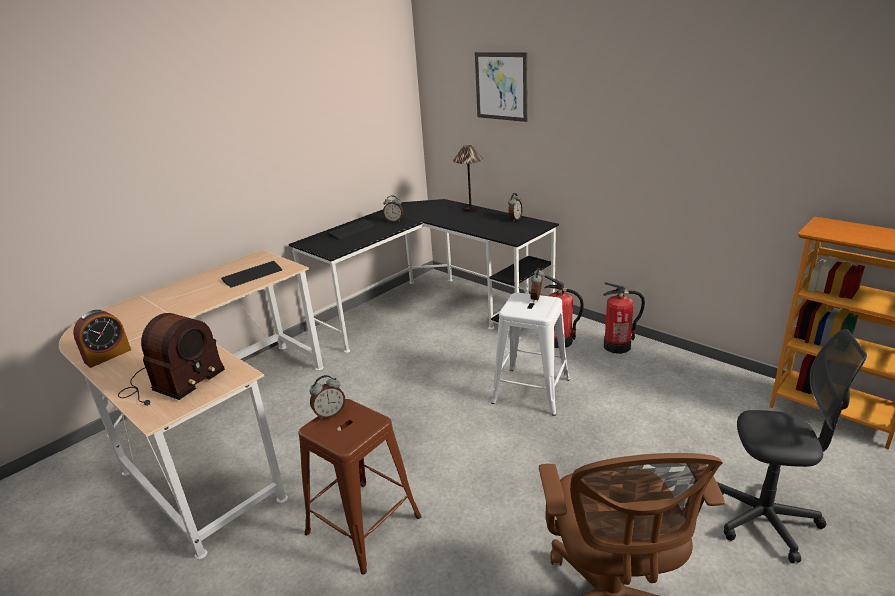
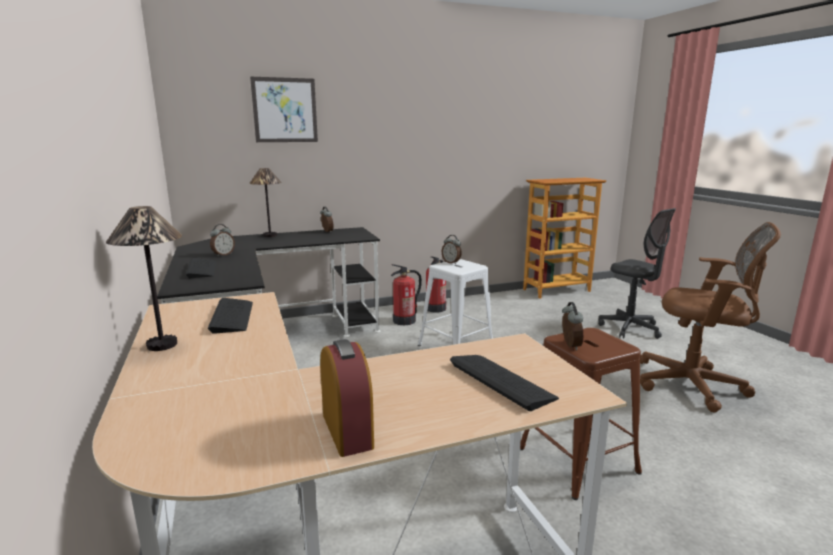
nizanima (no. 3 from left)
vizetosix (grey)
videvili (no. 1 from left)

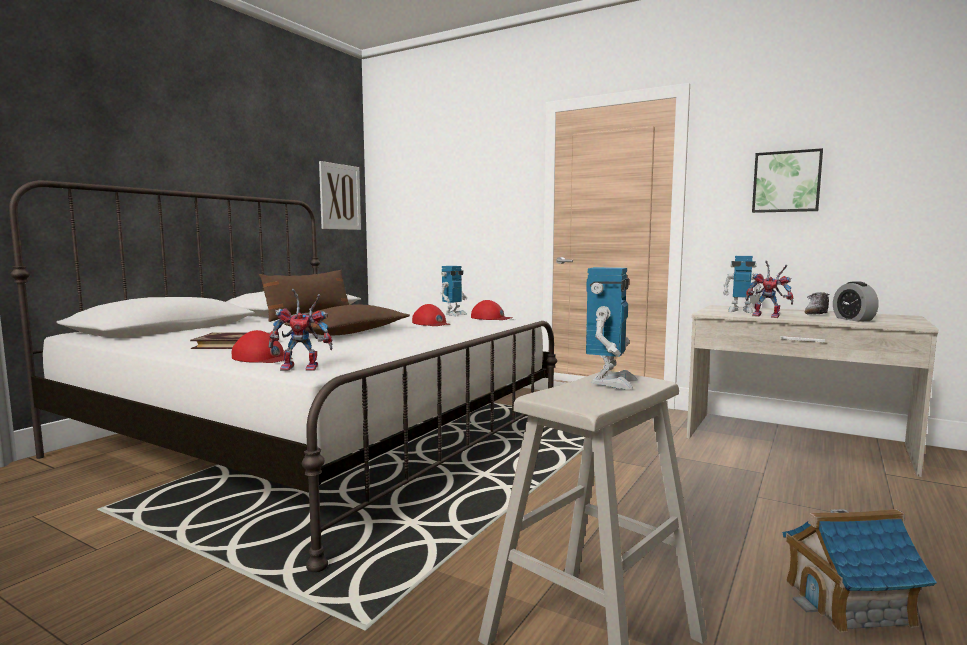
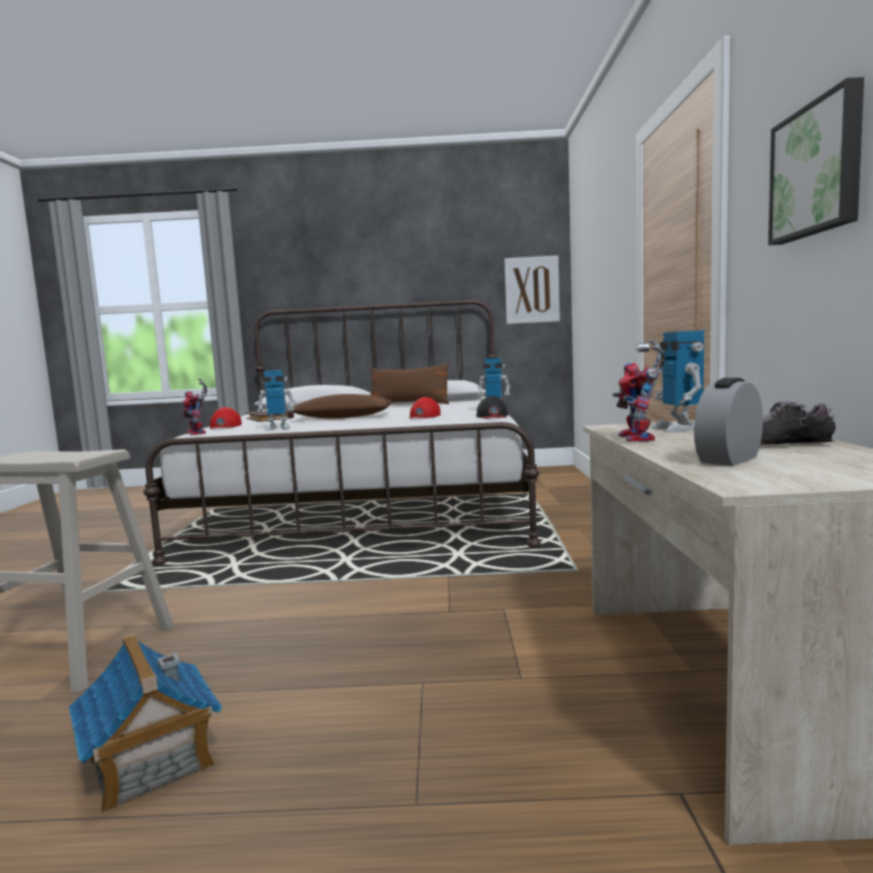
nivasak (no. 2 from left)
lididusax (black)

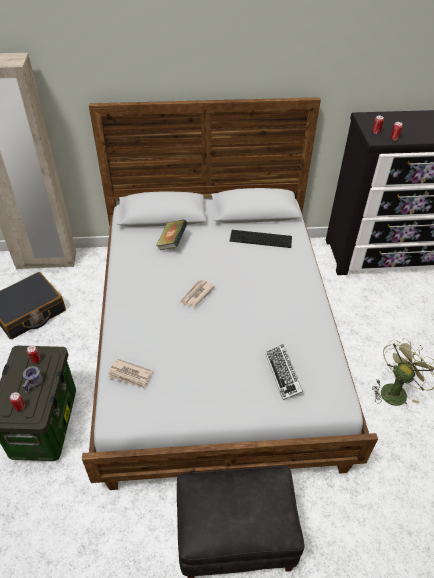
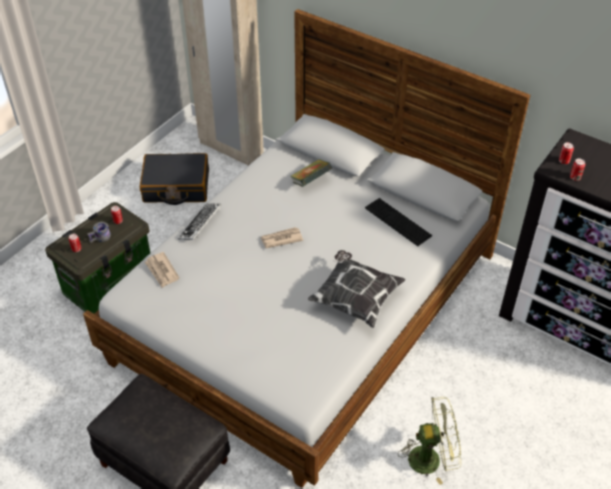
nizanima (no. 1 from left)
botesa

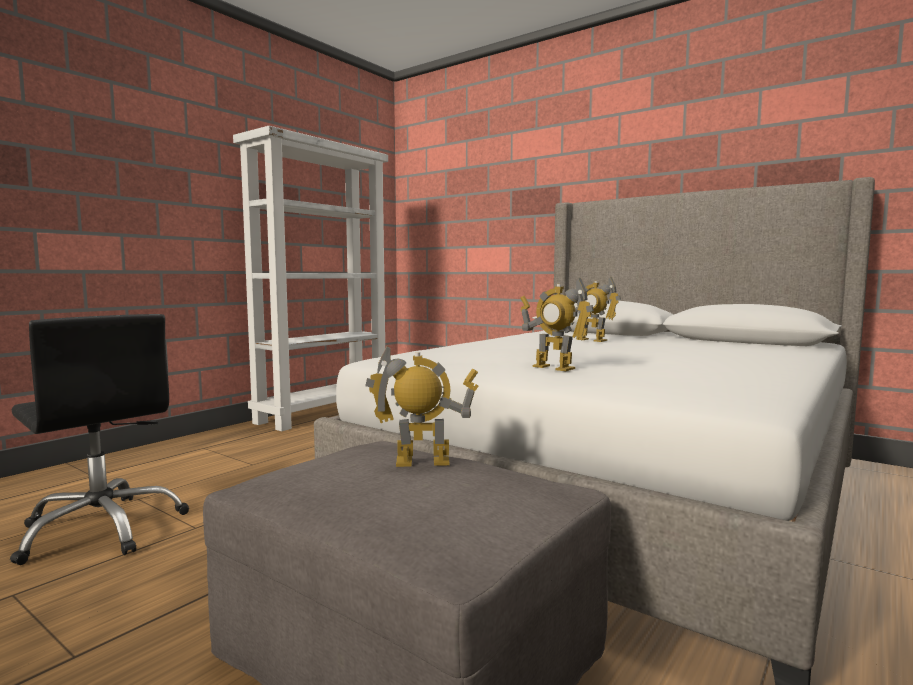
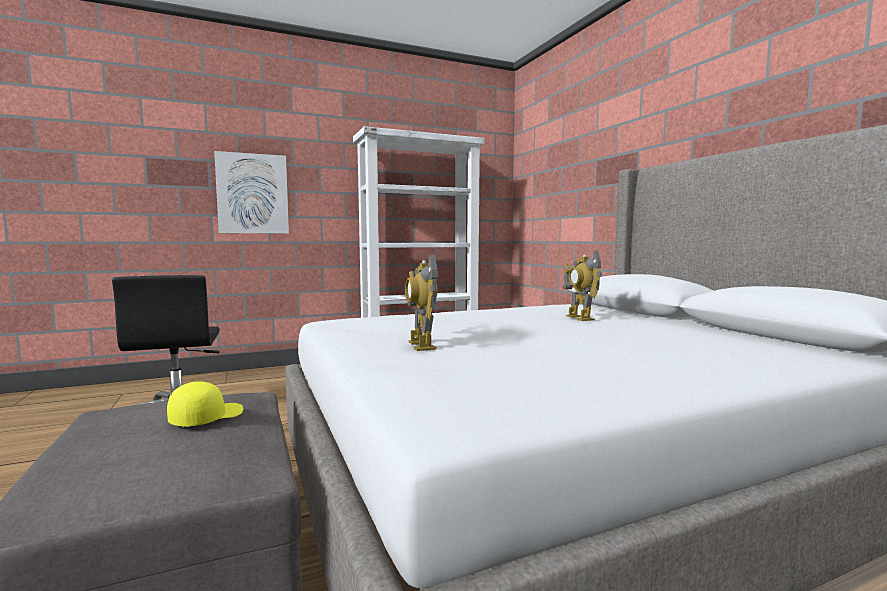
lididusax (yellow)
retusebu

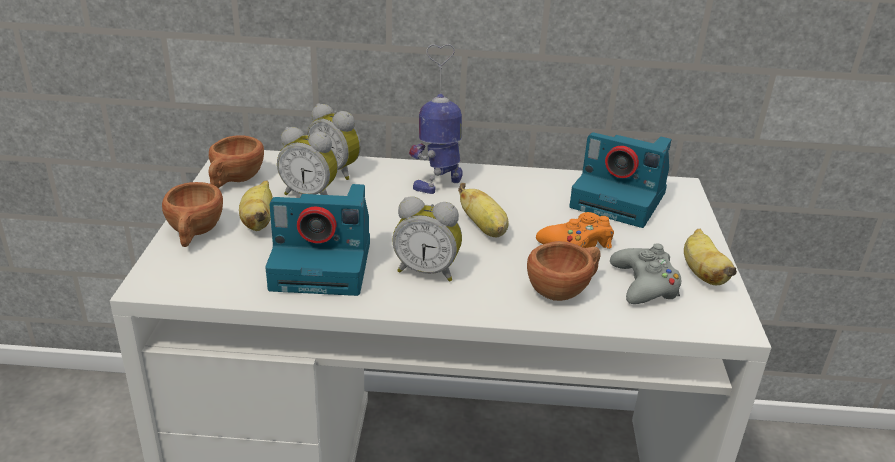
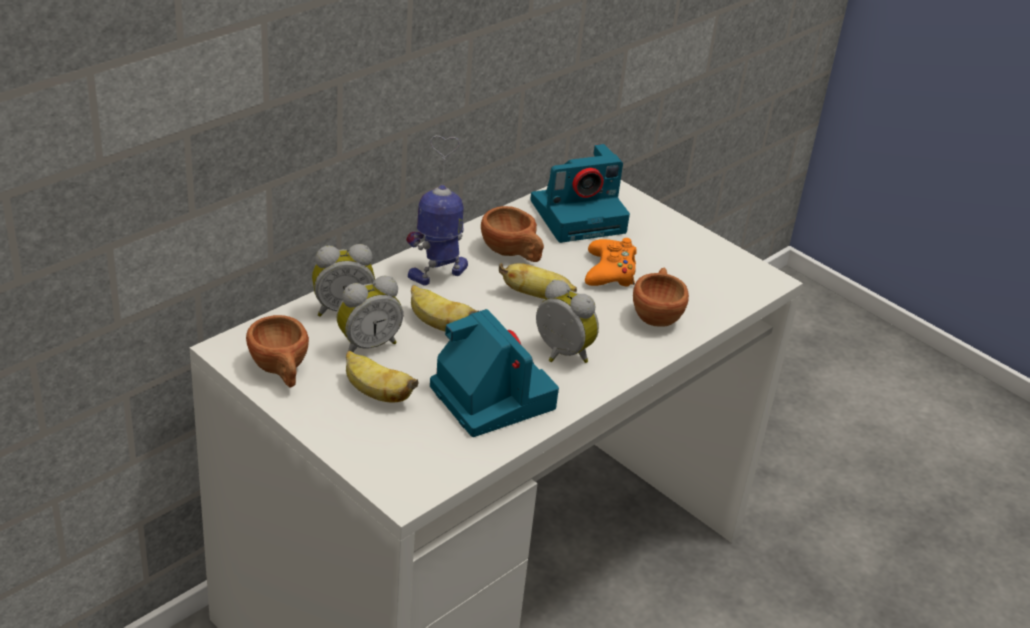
nivasak
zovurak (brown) (no. 2 from left)
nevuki (no. 1 from left)
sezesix (no. 3 from left)
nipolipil (no. 2 from left)
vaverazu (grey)

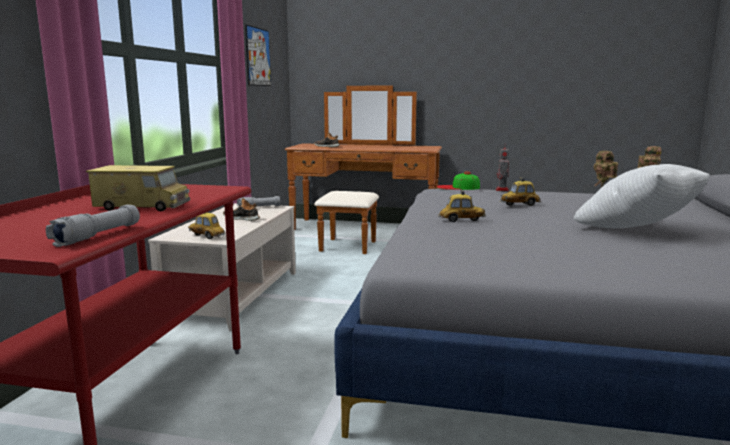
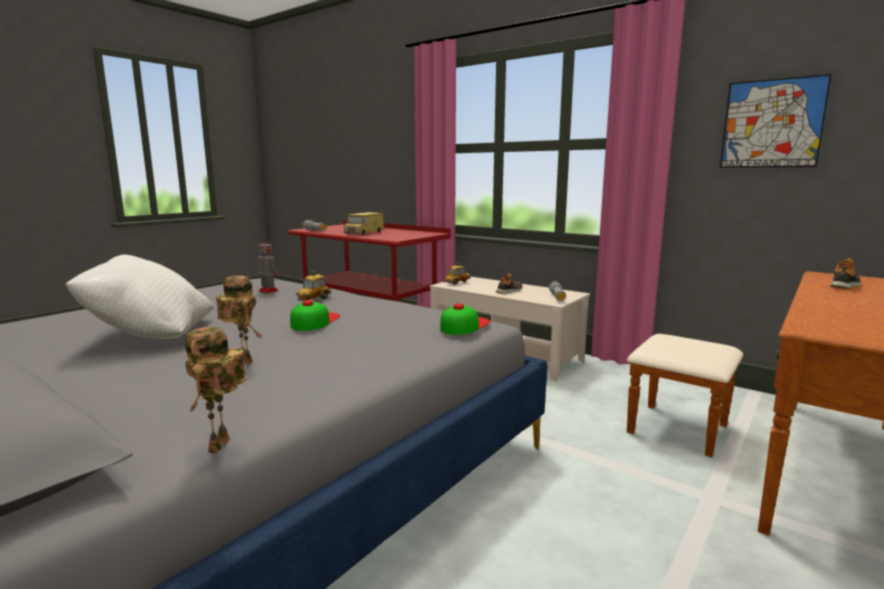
nivasak (no. 3 from left)
lididusax (no. 1 from left)

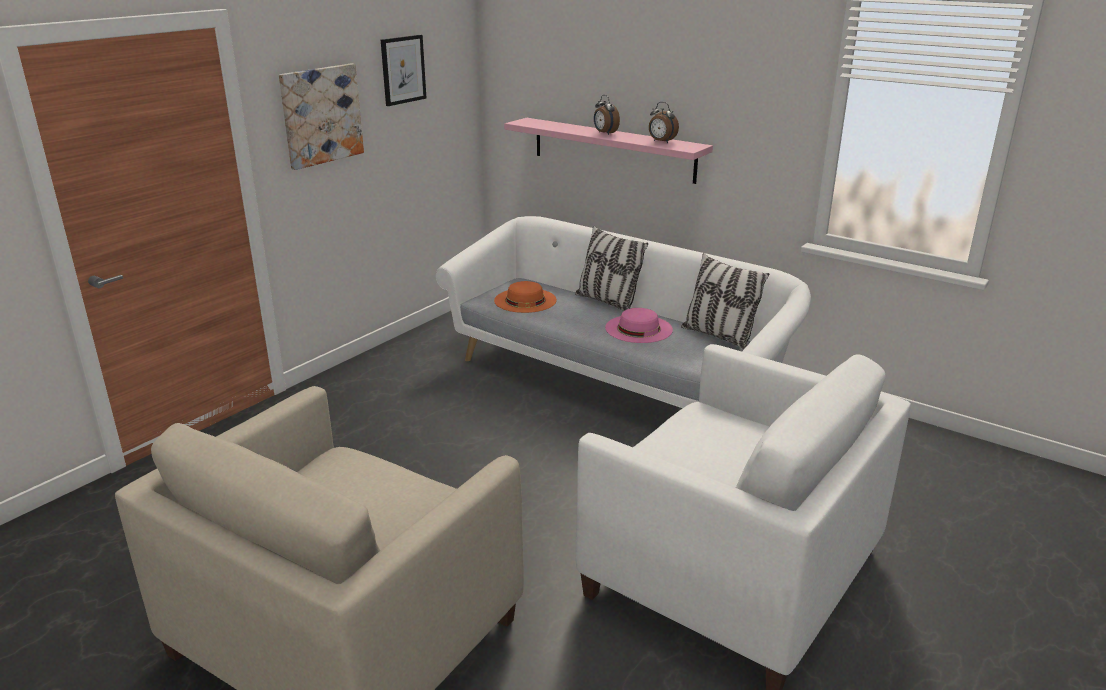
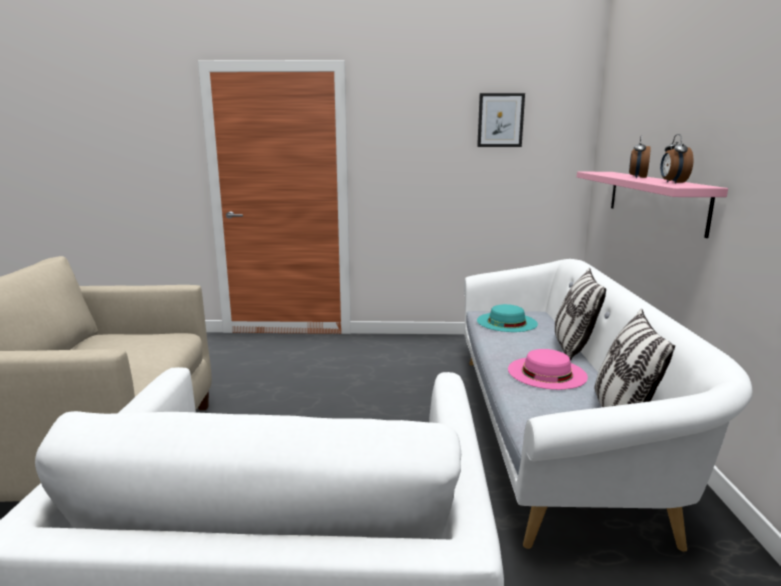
retusebu (no. 1 from left in the first image)
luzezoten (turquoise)

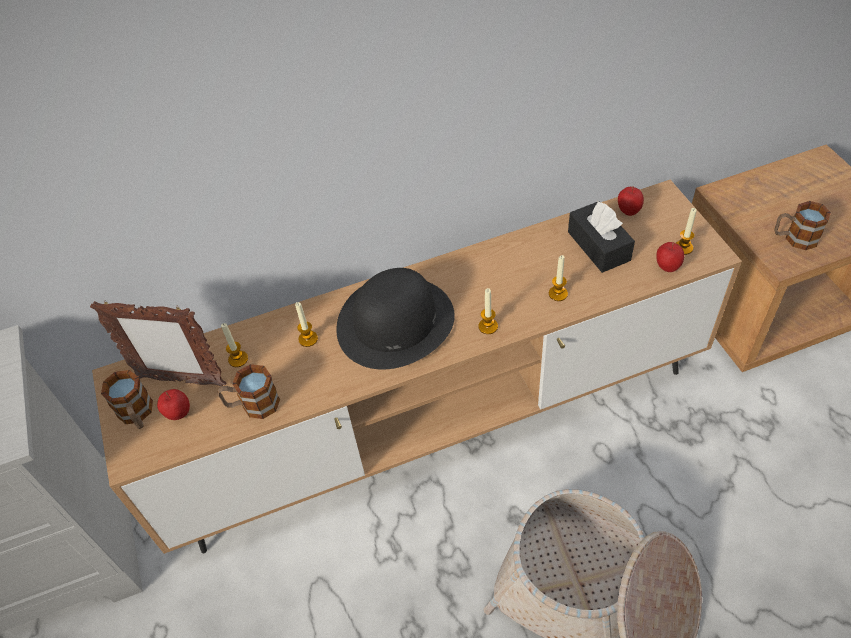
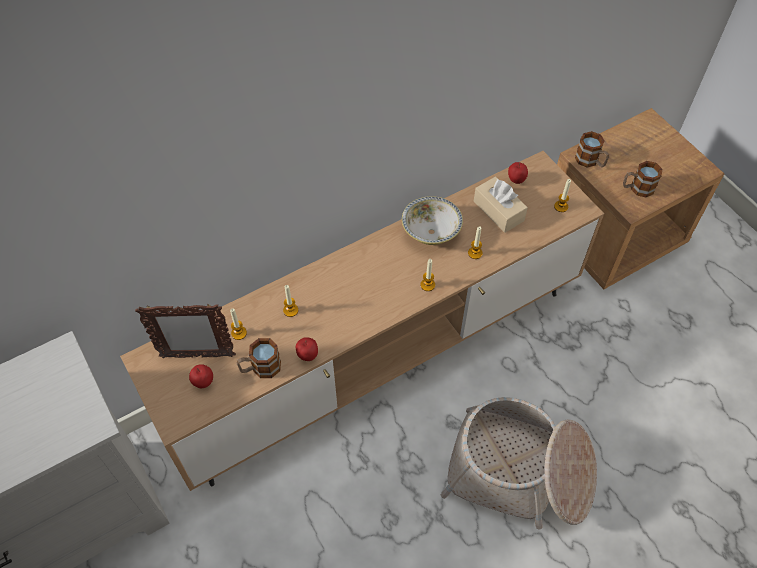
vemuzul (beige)
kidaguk (no. 2 from left)
luzezoten (black)
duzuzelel (no. 2 from left)
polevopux

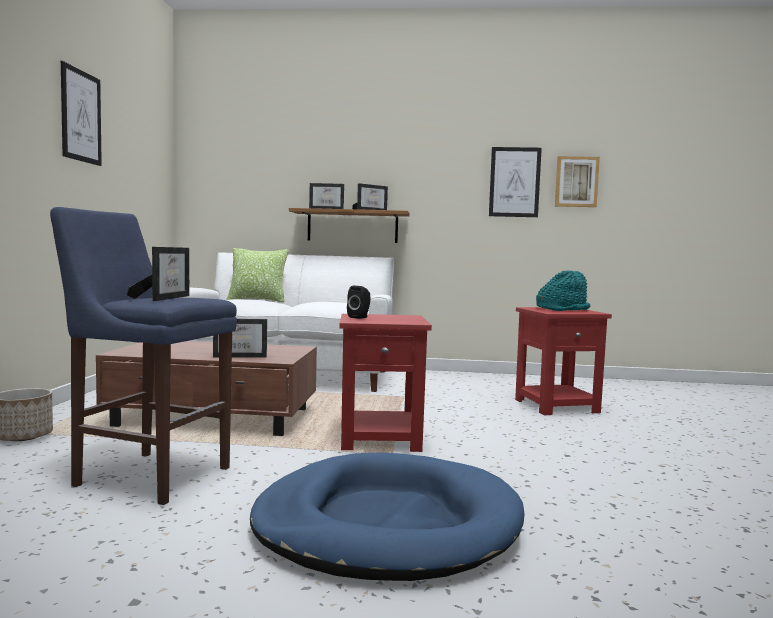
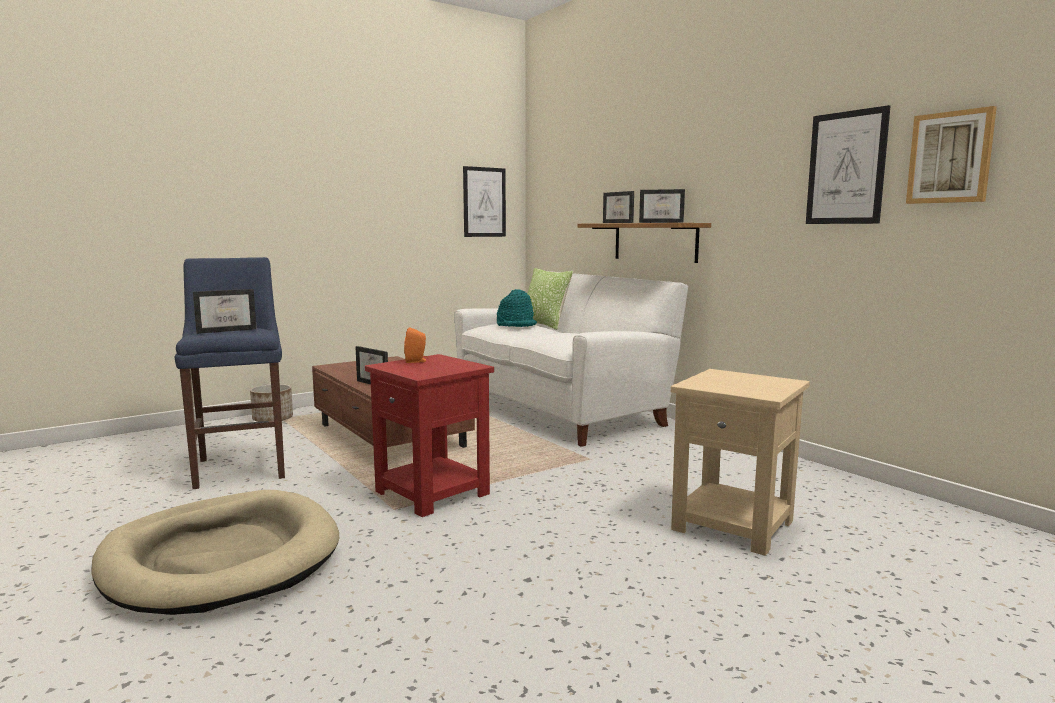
retusebu (no. 1 from left)
luzezoten (turquoise)
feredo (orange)
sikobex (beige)
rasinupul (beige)

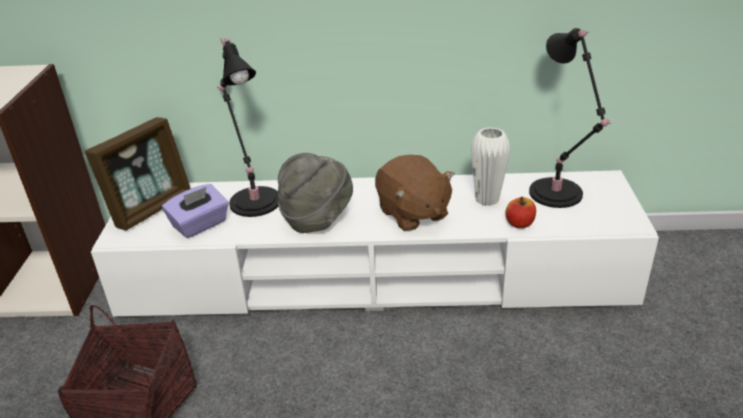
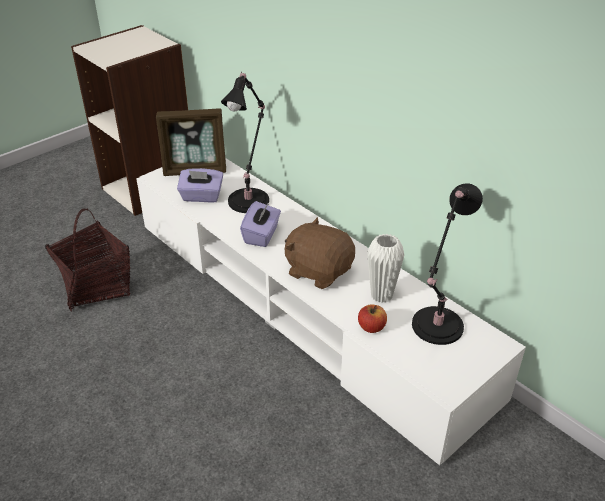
vemuzul (purple) (no. 2 from left)
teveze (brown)

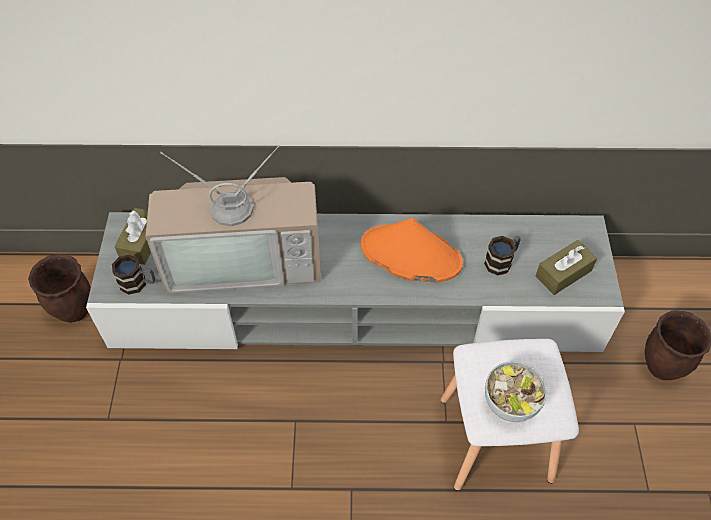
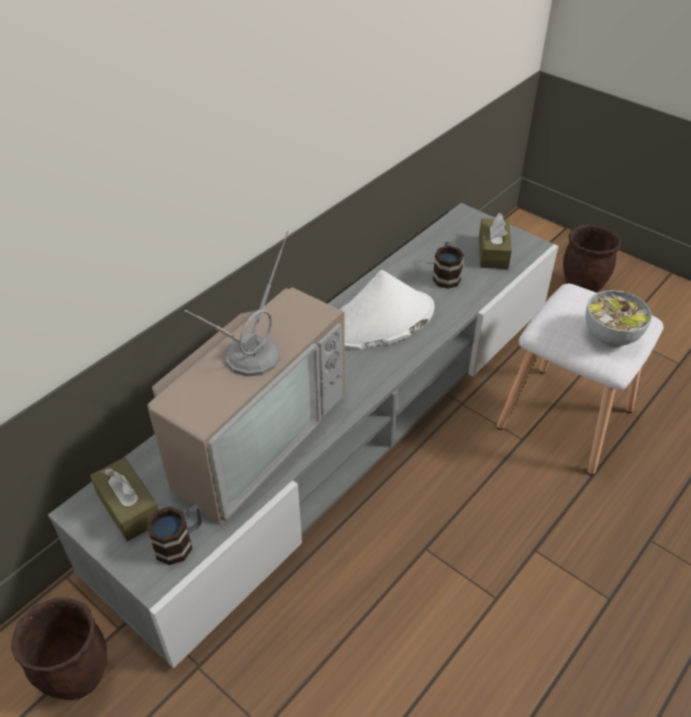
luzezoten (white)

